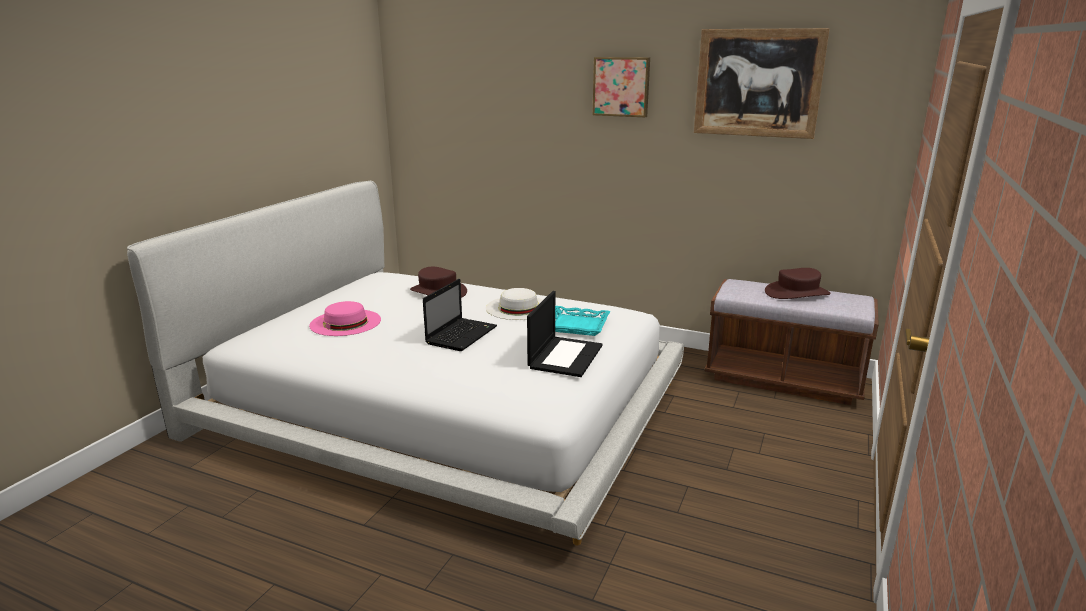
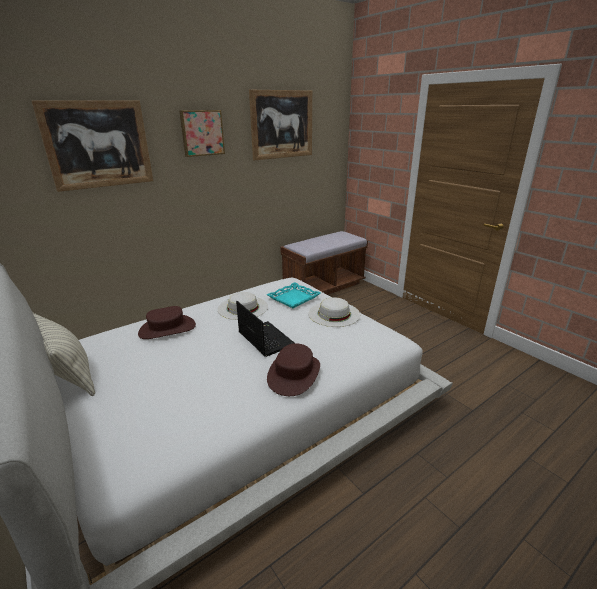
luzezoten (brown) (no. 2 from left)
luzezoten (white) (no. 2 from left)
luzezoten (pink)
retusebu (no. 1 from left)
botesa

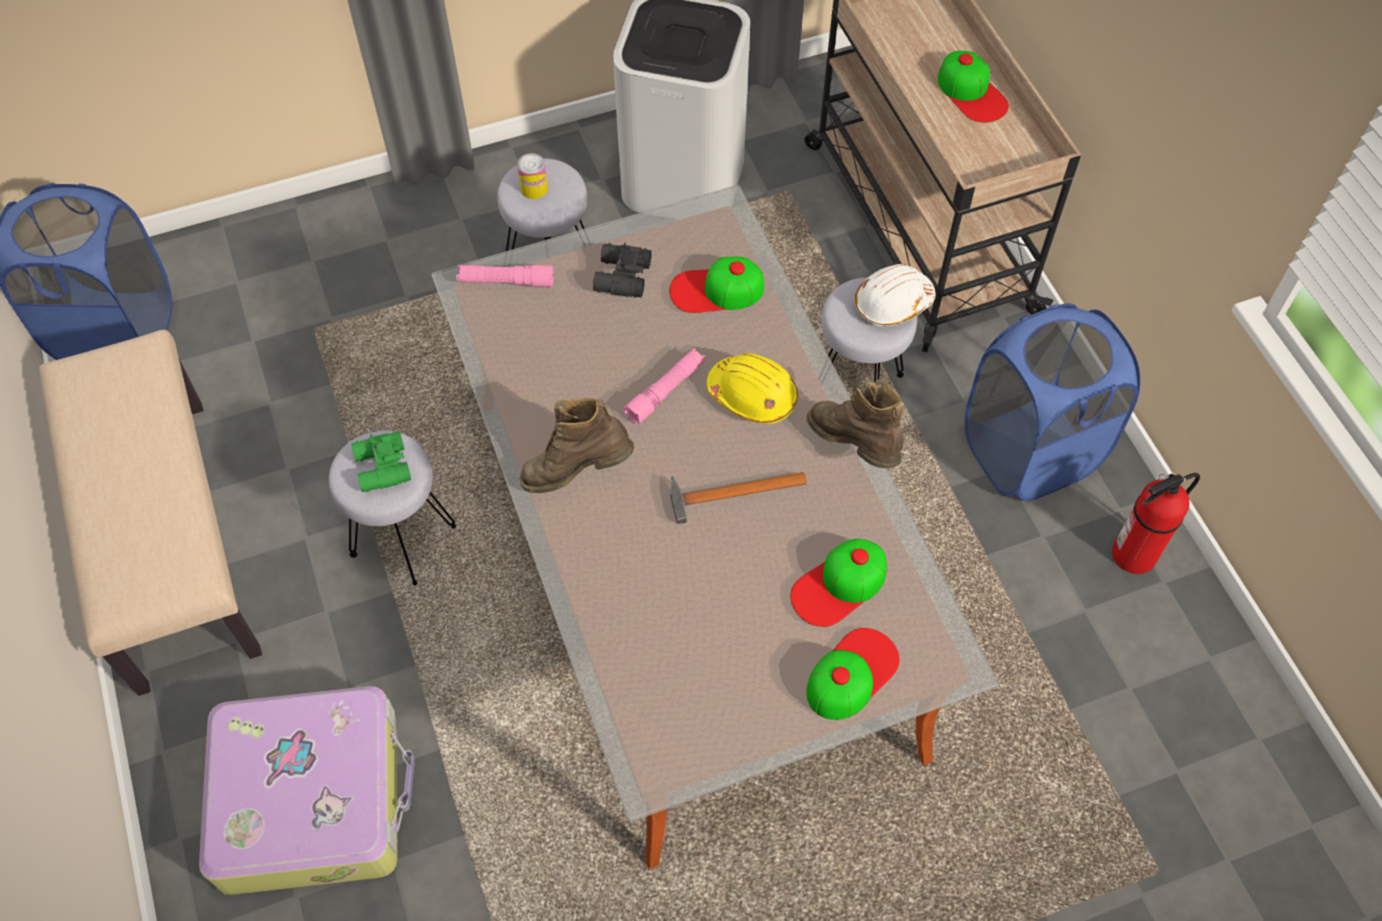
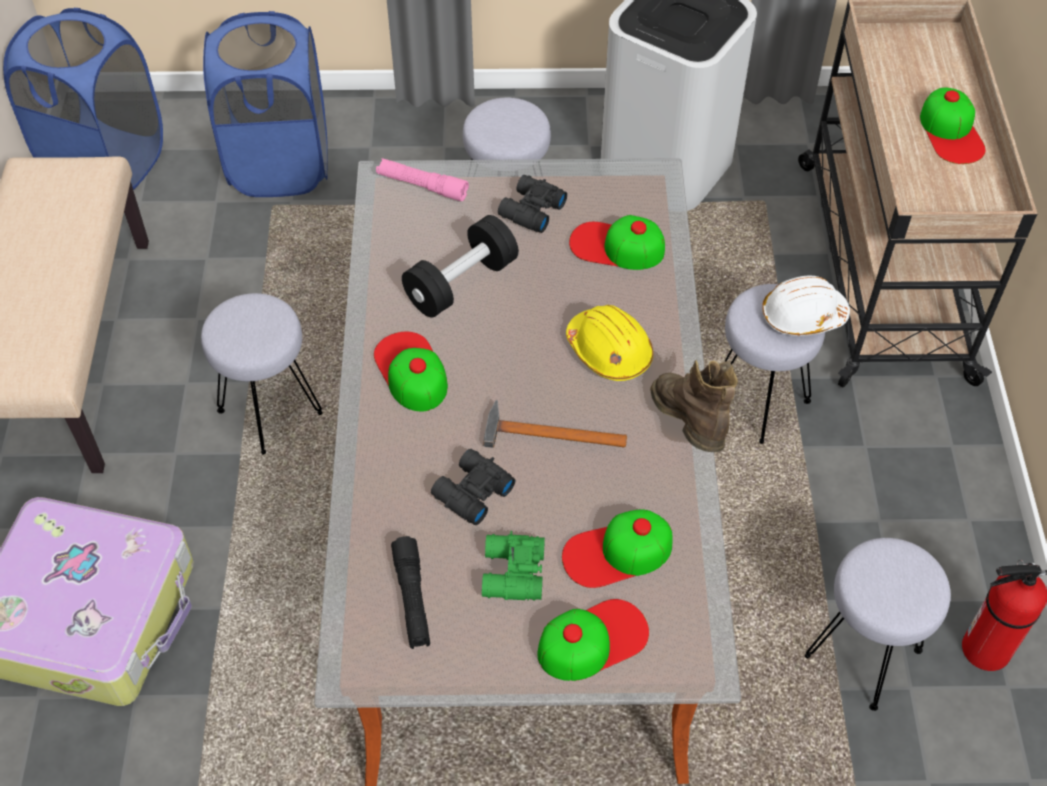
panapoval
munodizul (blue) (no. 2 from left)
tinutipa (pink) (no. 2 from left in the first image)
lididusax (no. 1 from left)
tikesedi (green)
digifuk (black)
tikesedi (black) (no. 1 from left)
tinutipa (black)
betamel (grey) (no. 4 from left)

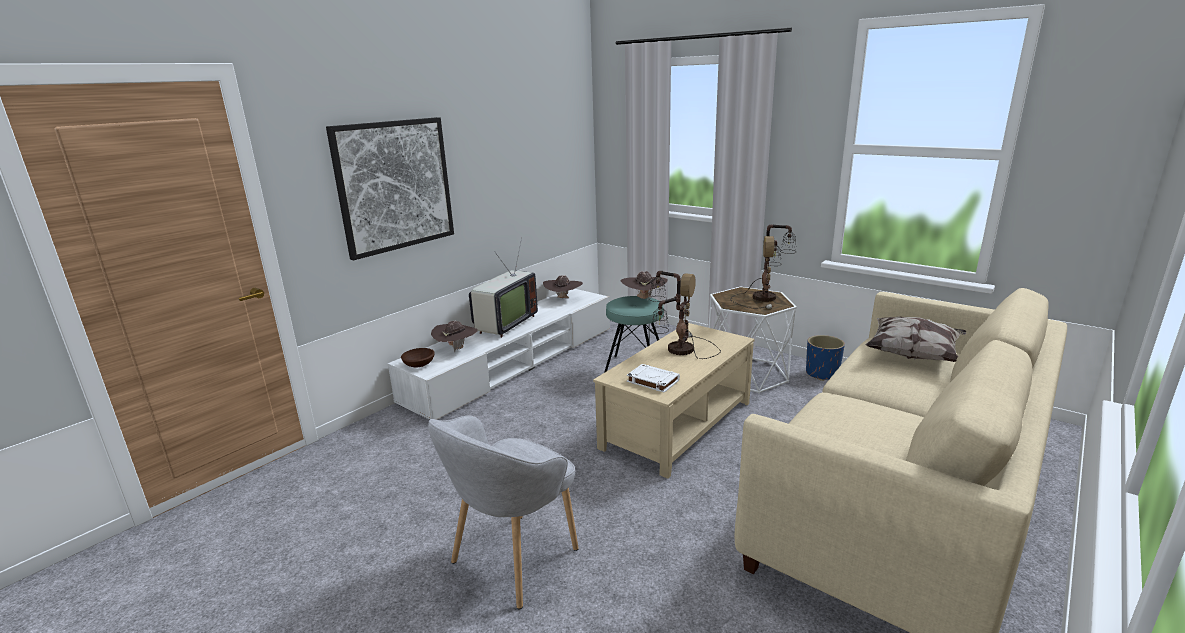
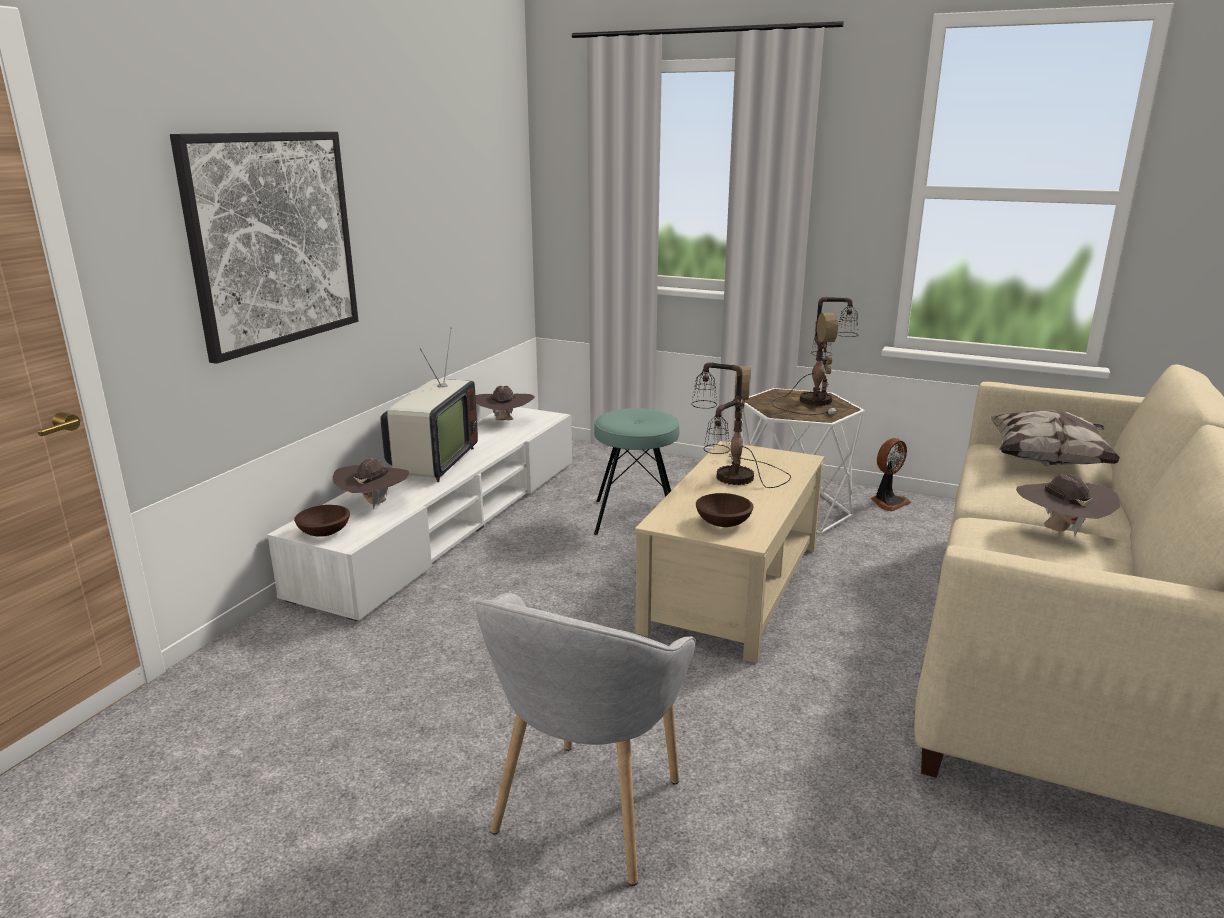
luzezoten (brown) (no. 3 from left)
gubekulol
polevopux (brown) (no. 2 from left)

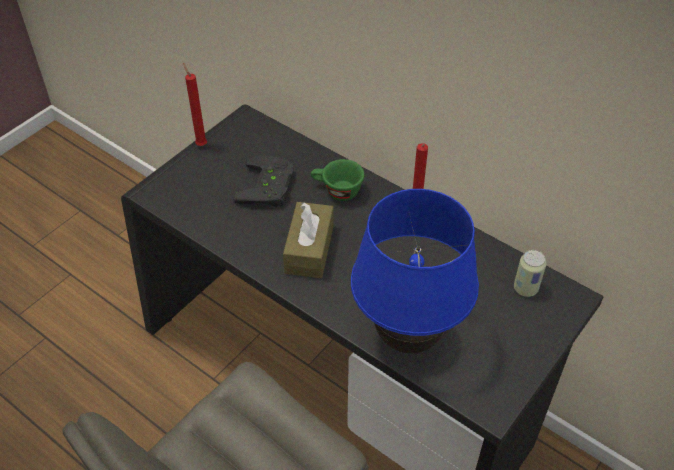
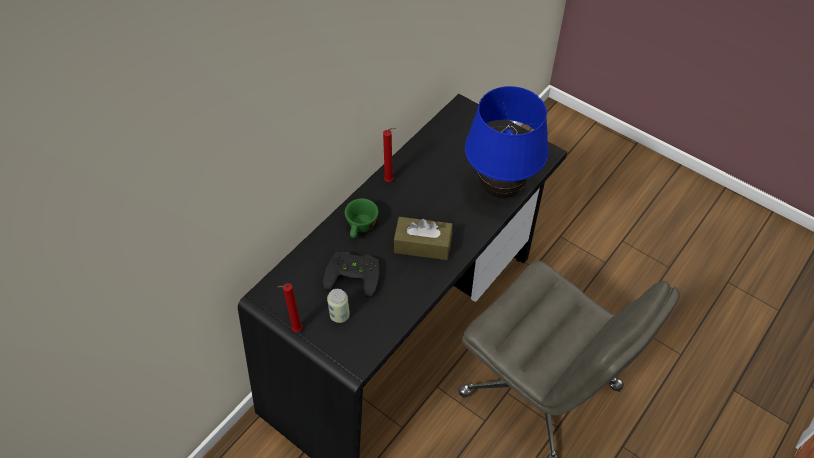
panapoval

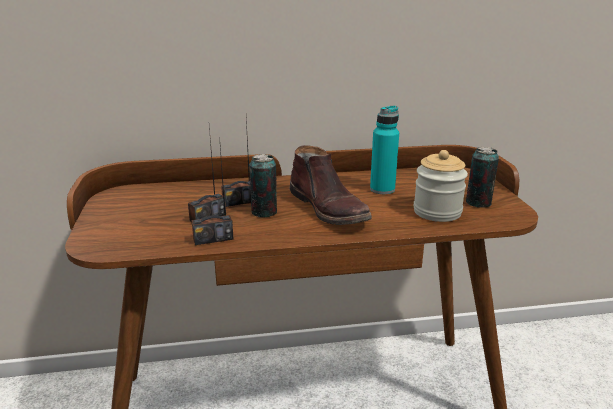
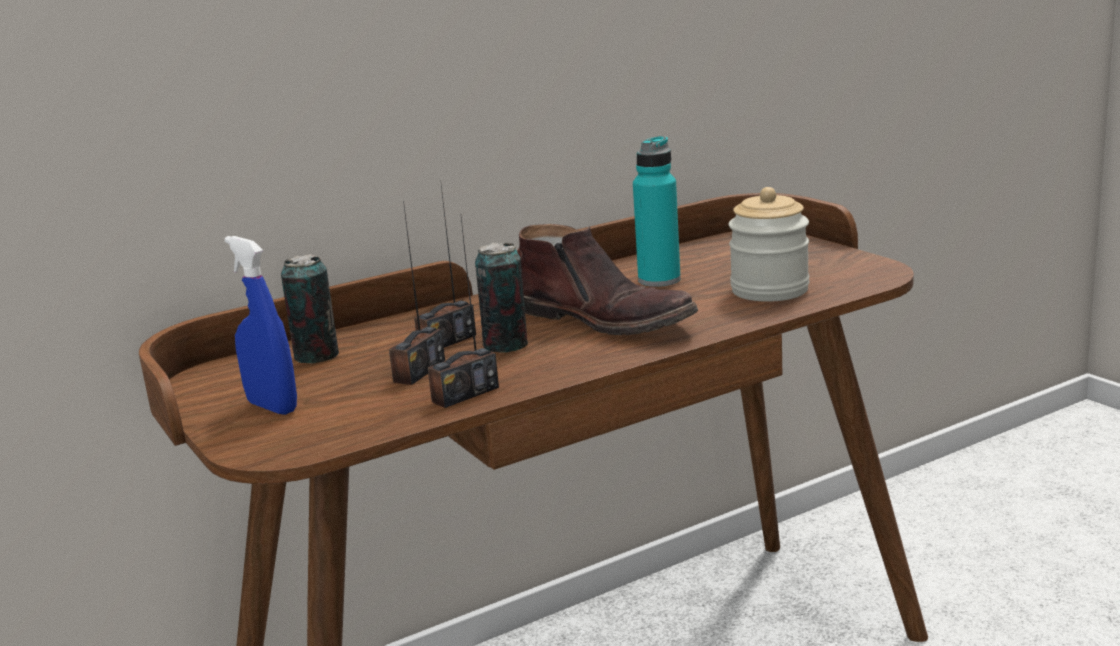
panapoval (no. 1 from left)
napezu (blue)

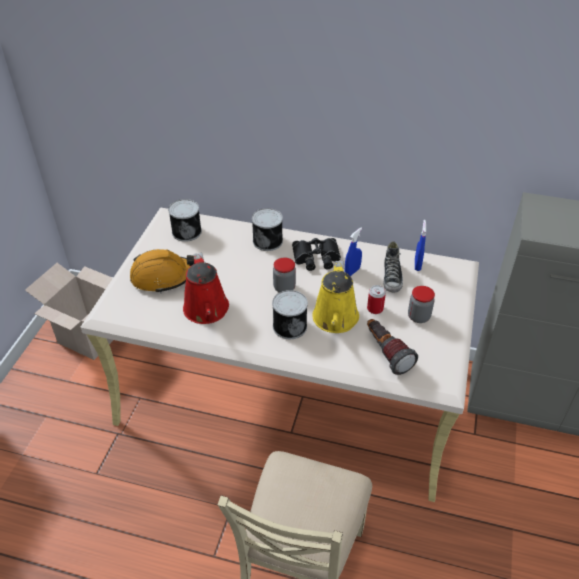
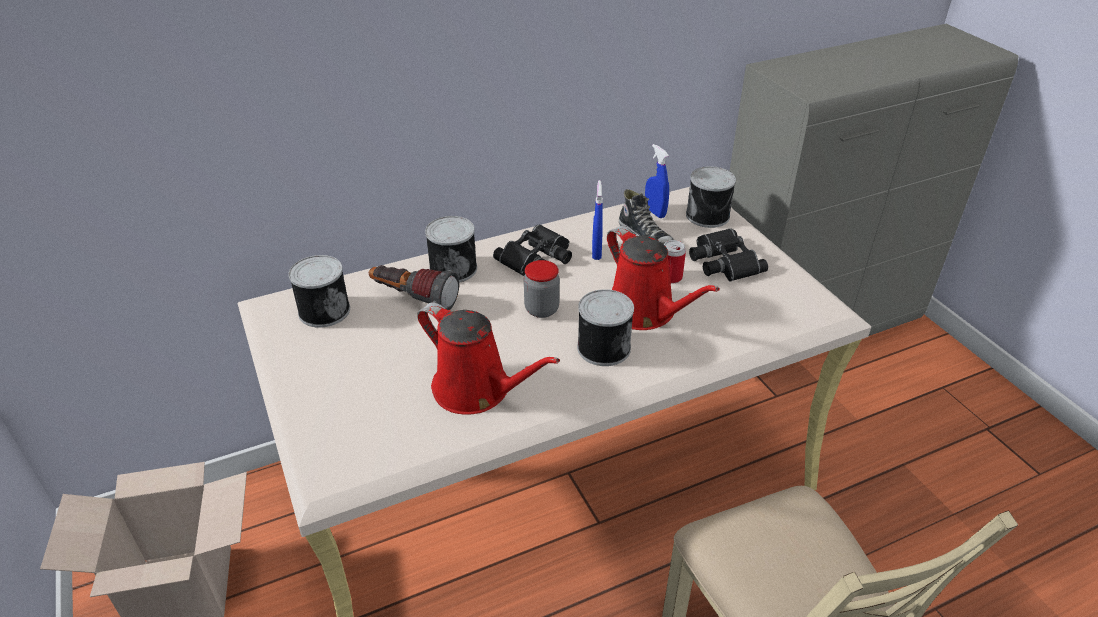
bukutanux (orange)
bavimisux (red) (no. 2 from left)
tikesedi (black) (no. 2 from left)
tinutipa
panapoval (no. 5 from left)

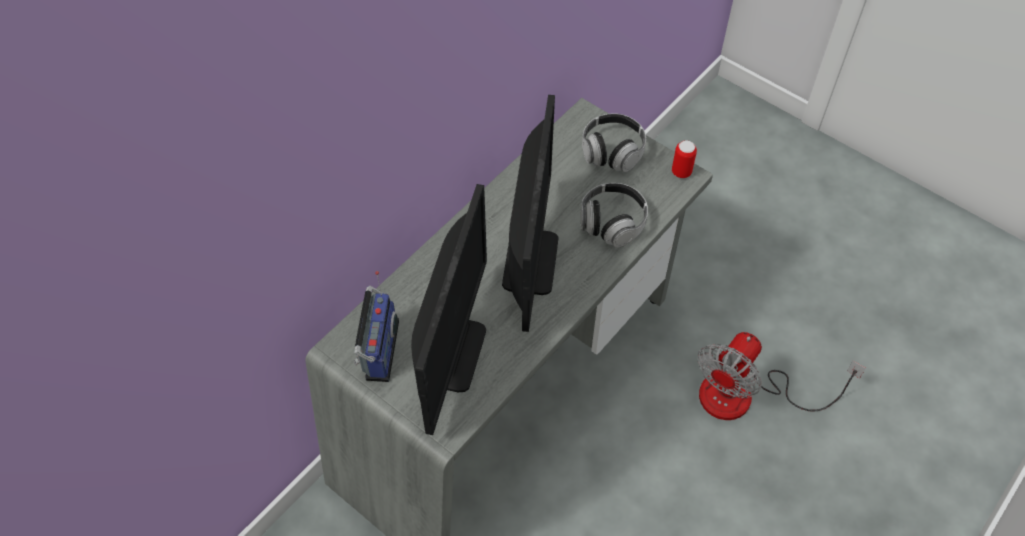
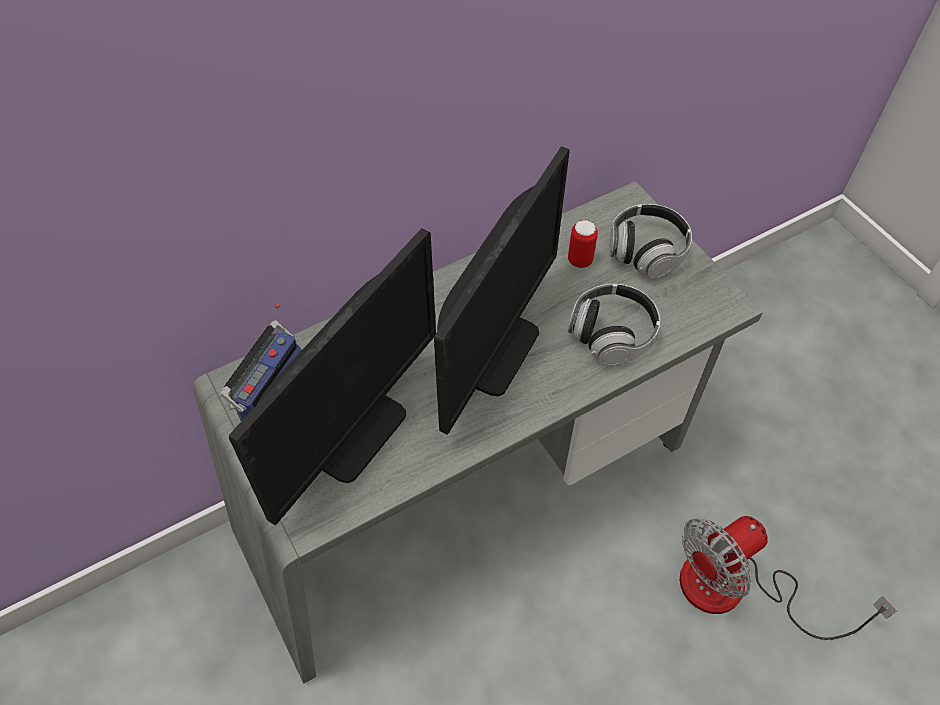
panapoval

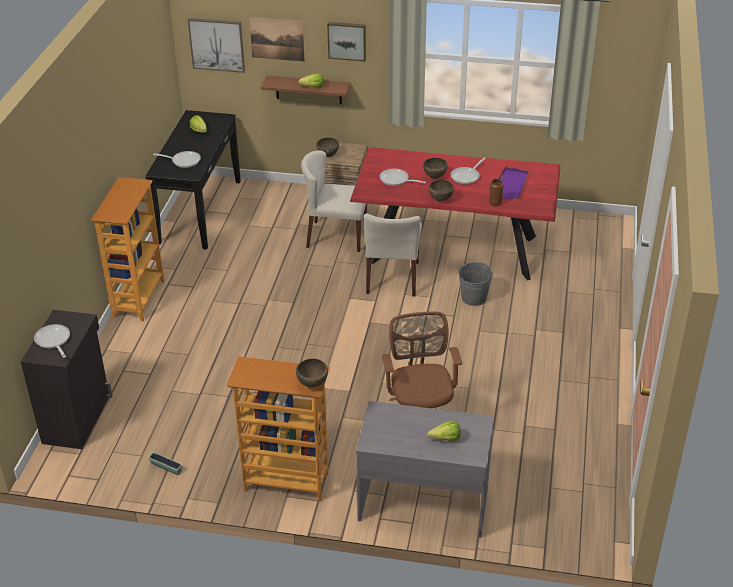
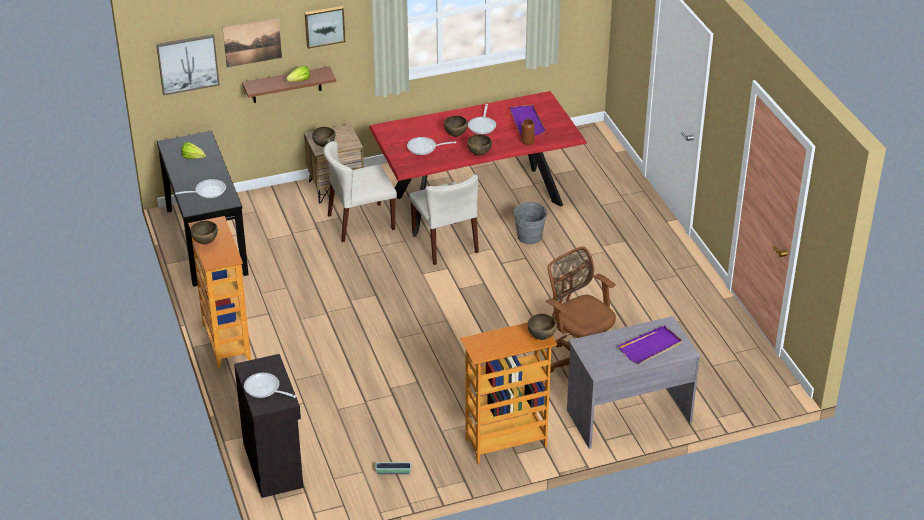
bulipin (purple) (no. 2 from left)
polevopux (brown) (no. 1 from left)

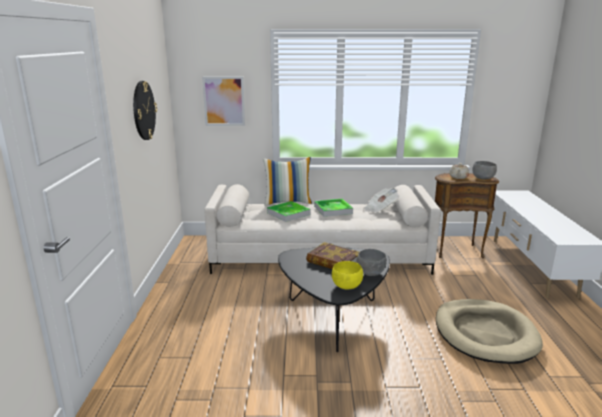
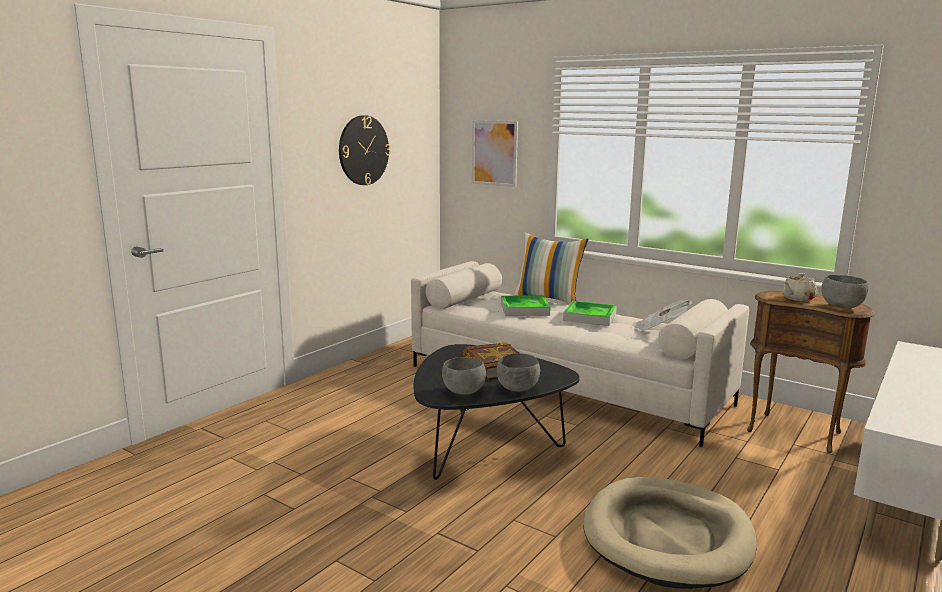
polevopux (grey) (no. 1 from left)

